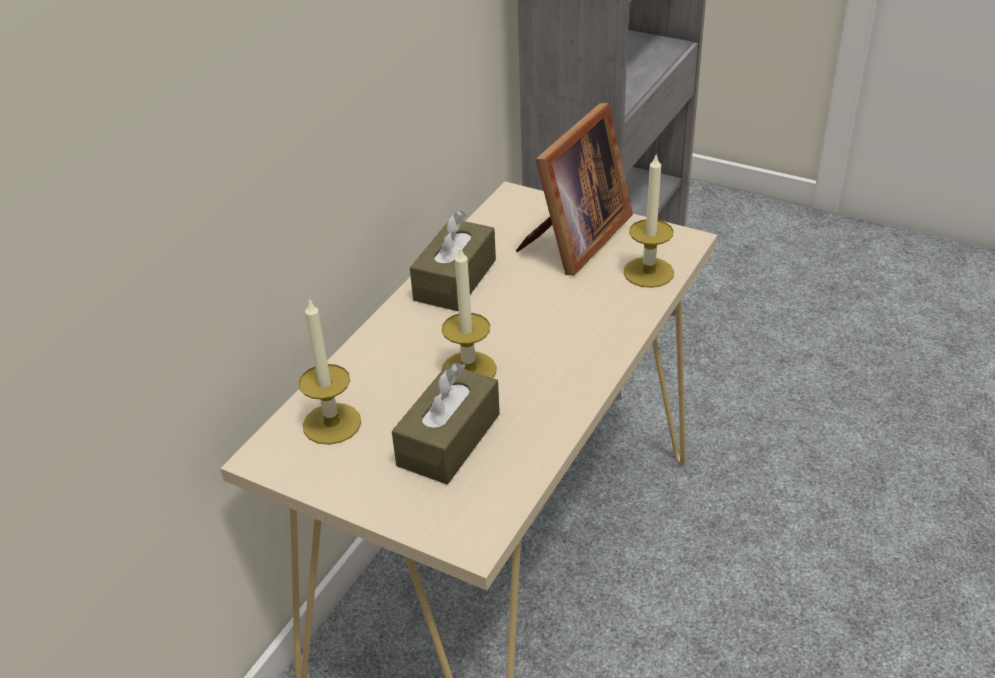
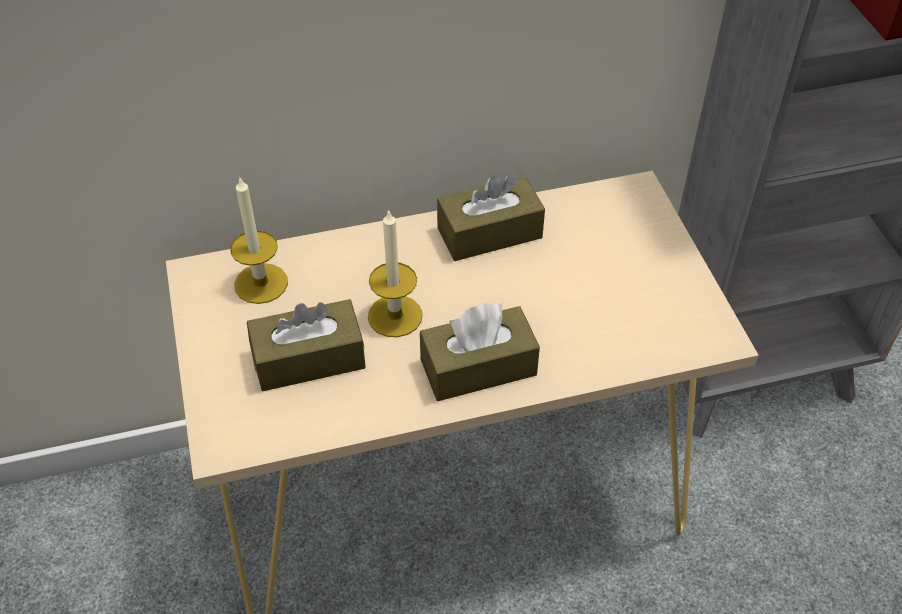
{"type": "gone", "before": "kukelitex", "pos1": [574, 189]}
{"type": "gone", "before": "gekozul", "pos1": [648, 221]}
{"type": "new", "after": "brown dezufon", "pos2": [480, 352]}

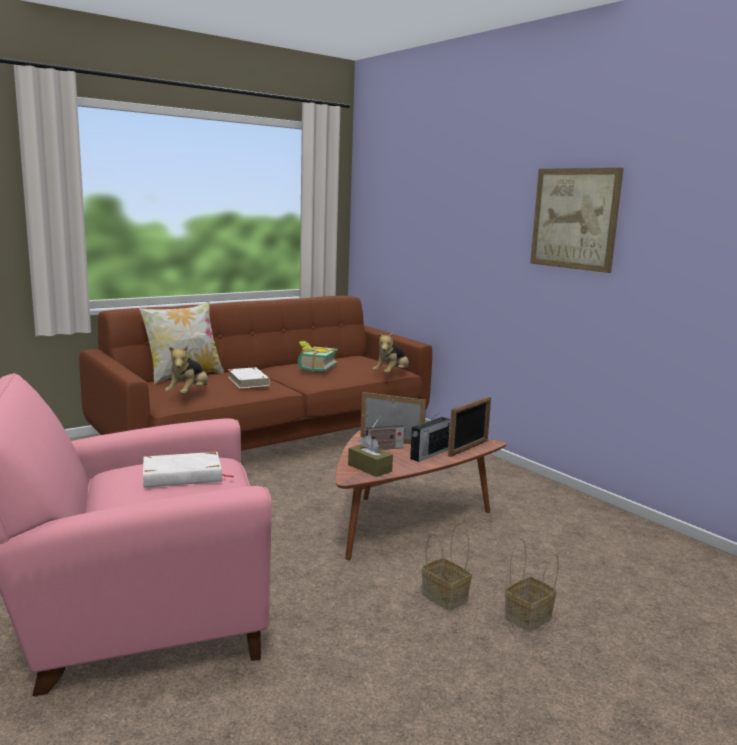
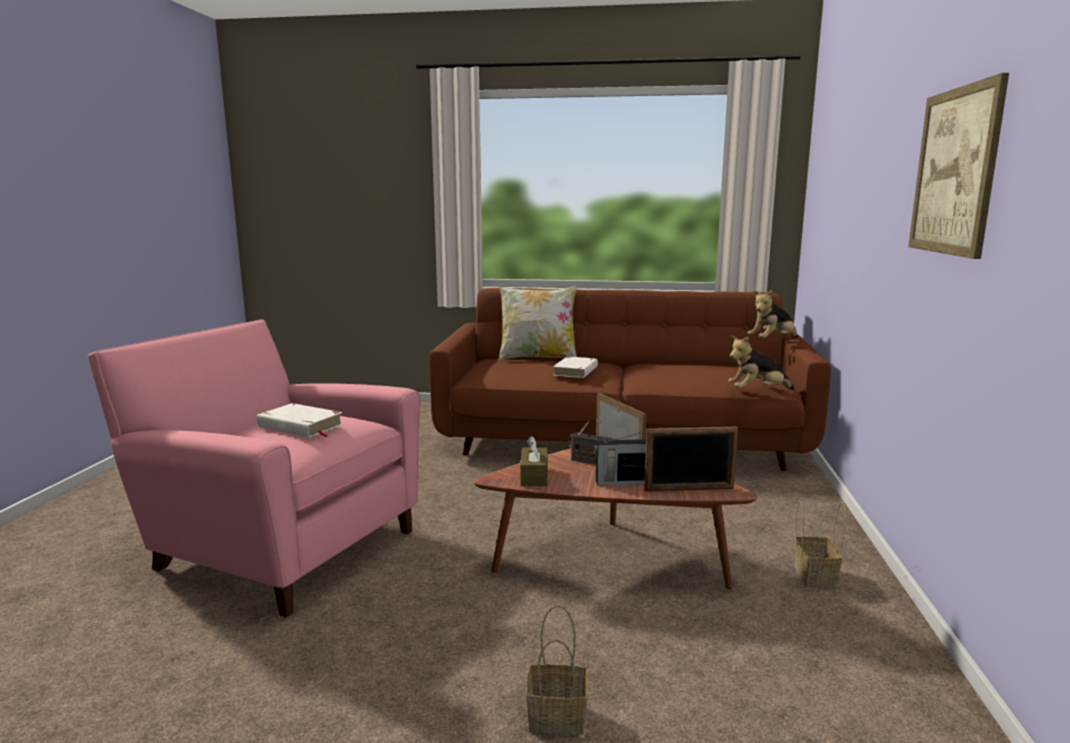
{"type": "gone", "before": "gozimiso", "pos1": [318, 356]}
{"type": "shifted", "before": "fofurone", "pos1": [186, 370], "pos2": [772, 314]}
{"type": "shifted", "before": "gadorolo", "pos1": [447, 566], "pos2": [820, 544]}

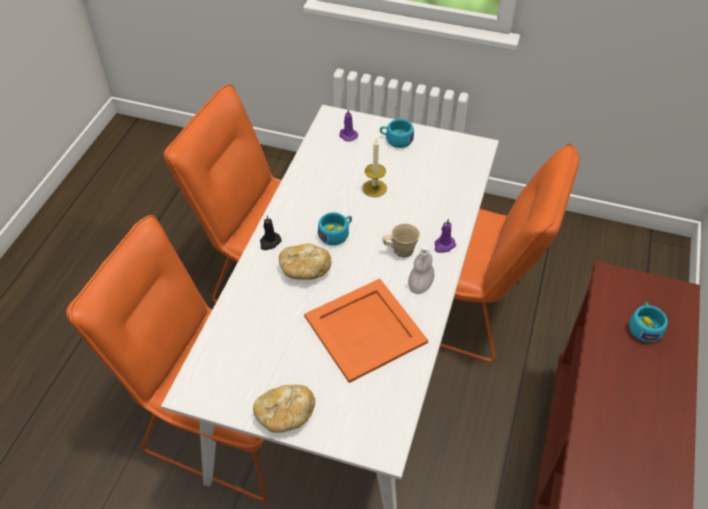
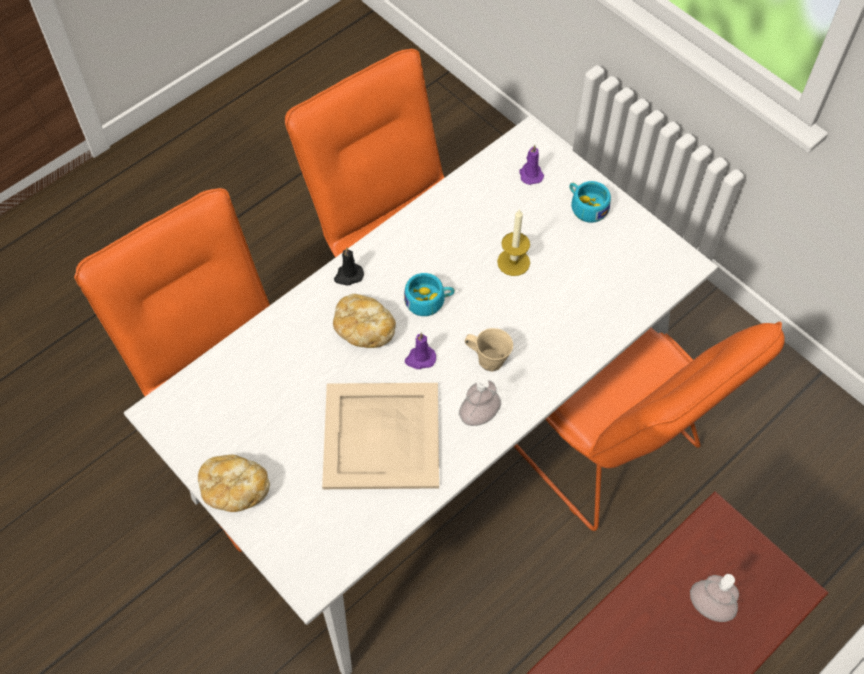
{"type": "shifted", "before": "purple gekozul", "pos1": [445, 236], "pos2": [420, 350]}
{"type": "repainted", "before": "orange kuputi", "after": "beige kuputi", "pos1": [366, 331], "pos2": [380, 436]}
{"type": "swapped", "before": "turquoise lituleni", "after": "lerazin", "pos1": [648, 322], "pos2": [714, 598]}

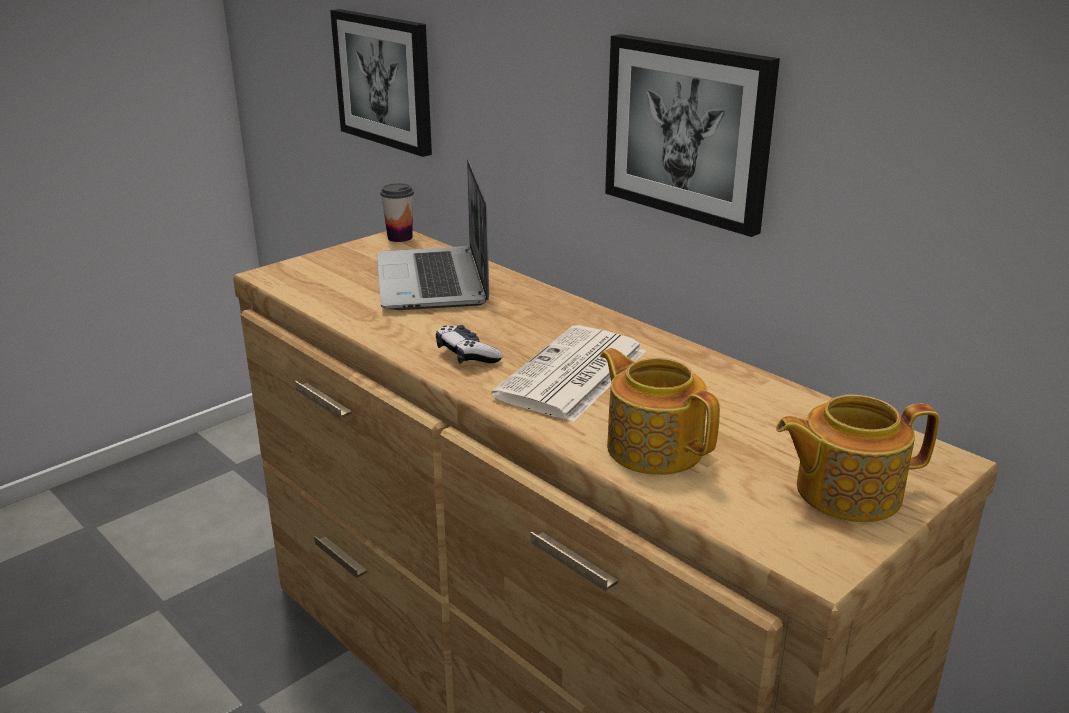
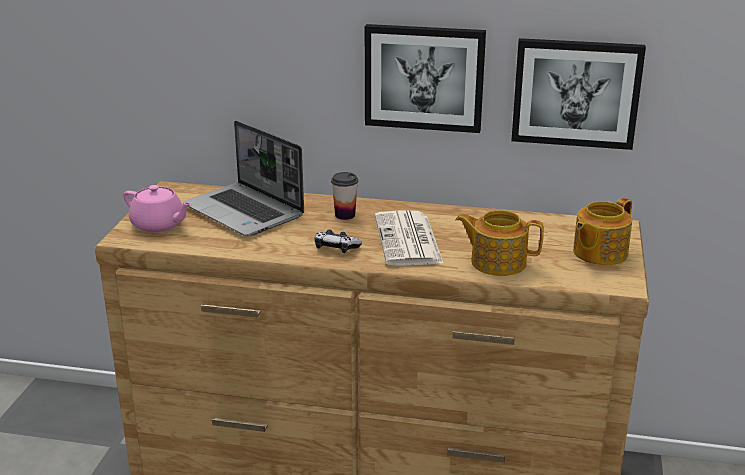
{"type": "shifted", "before": "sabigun", "pos1": [381, 83], "pos2": [578, 94]}
{"type": "shifted", "before": "lituleni", "pos1": [397, 212], "pos2": [344, 196]}
{"type": "new", "after": "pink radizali", "pos2": [157, 209]}

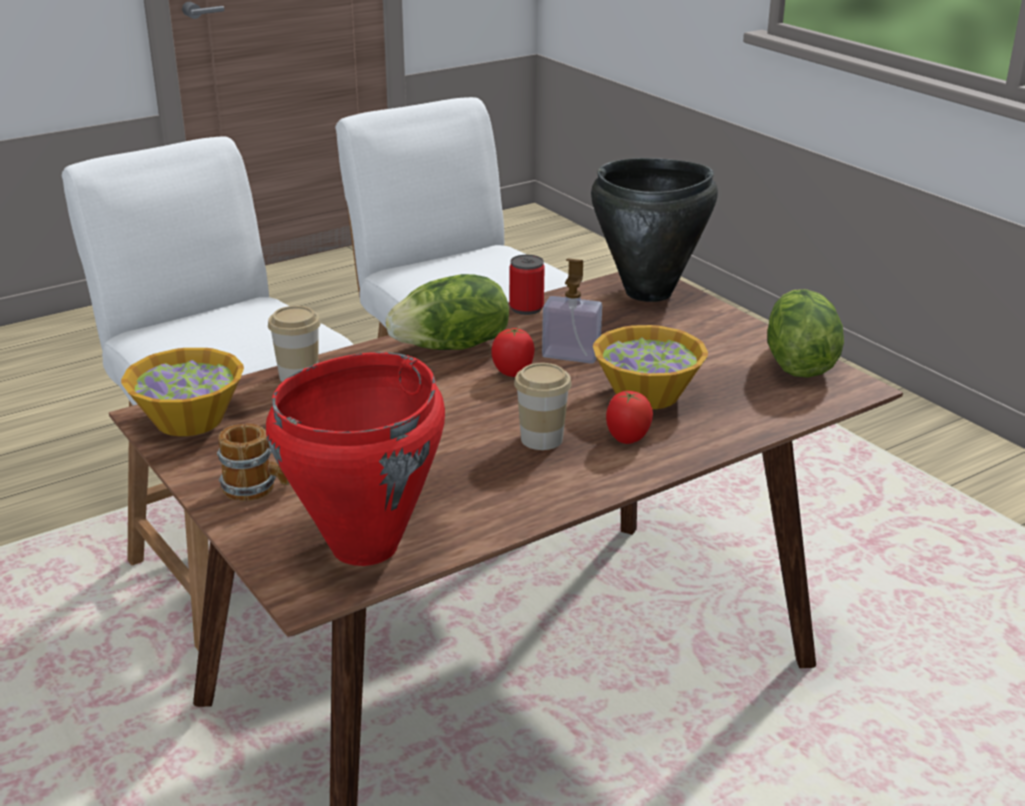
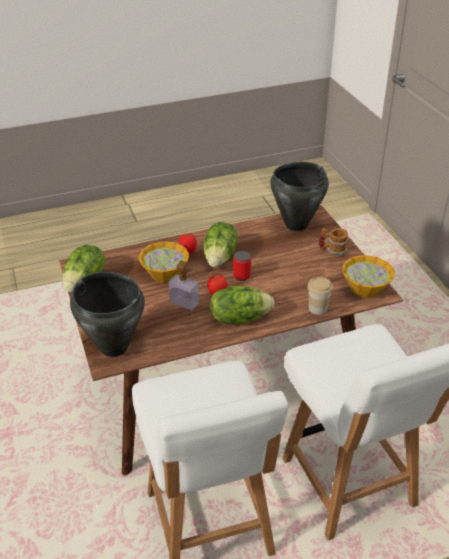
{"type": "shifted", "before": "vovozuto", "pos1": [527, 285], "pos2": [242, 266]}
{"type": "repainted", "before": "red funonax", "after": "black funonax", "pos1": [355, 459], "pos2": [300, 196]}
{"type": "swapped", "before": "lituleni", "after": "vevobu", "pos1": [543, 406], "pos2": [220, 244]}

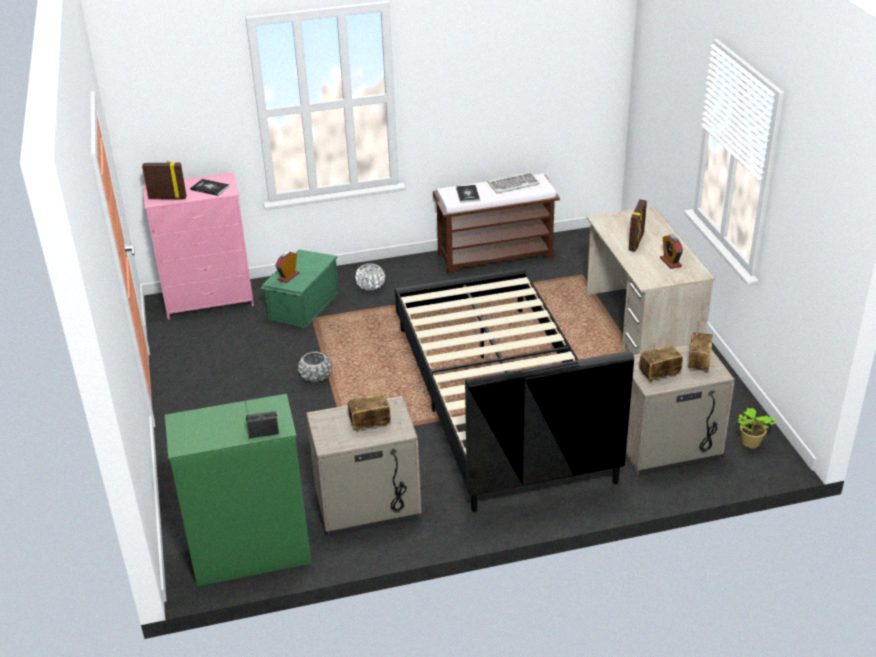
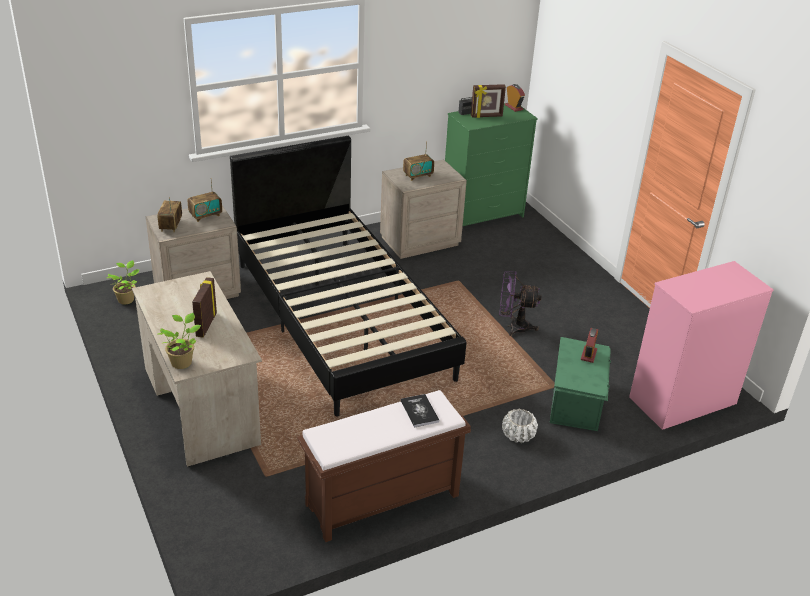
{"type": "shifted", "before": "kukelitex", "pos1": [164, 180], "pos2": [488, 101]}
{"type": "gone", "before": "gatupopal", "pos1": [514, 183]}
{"type": "gone", "before": "gozimiso", "pos1": [210, 187]}
{"type": "shifted", "before": "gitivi", "pos1": [671, 251], "pos2": [515, 98]}
{"type": "swapped", "before": "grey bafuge", "after": "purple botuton", "pos1": [315, 367], "pos2": [520, 303]}
{"type": "new", "after": "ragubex", "pos2": [179, 341]}

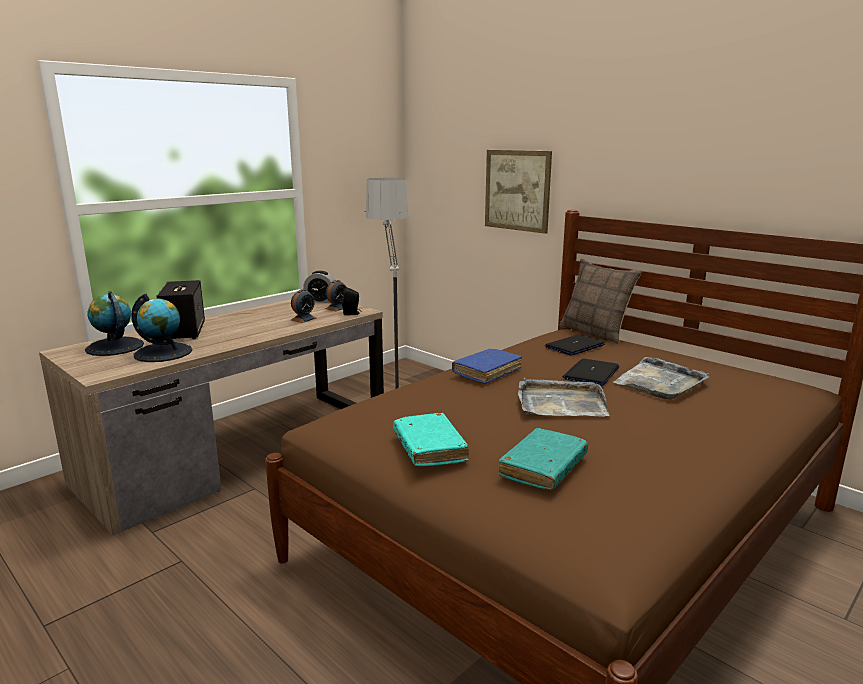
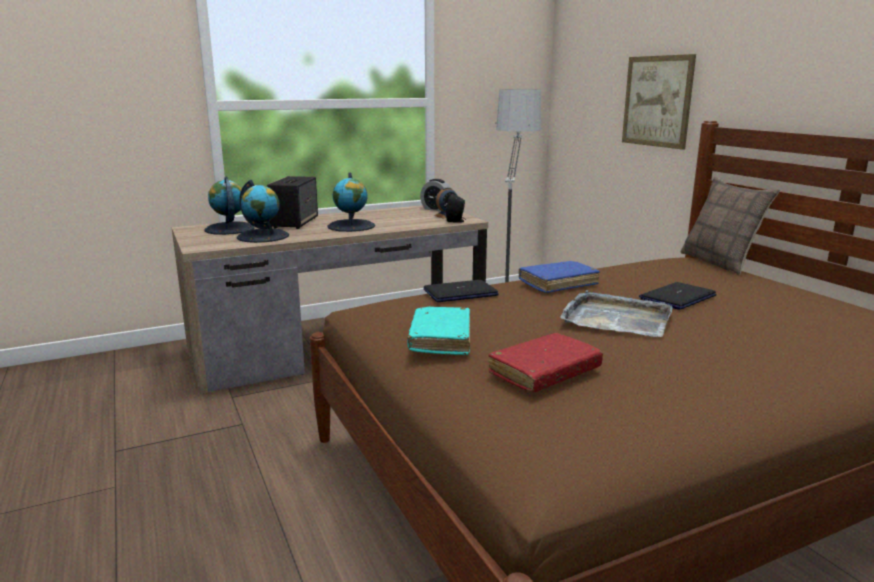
{"type": "gone", "before": "gitivi", "pos1": [304, 306]}
{"type": "shifted", "before": "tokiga", "pos1": [575, 345], "pos2": [461, 291]}
{"type": "gone", "before": "grey kuputi", "pos1": [661, 378]}
{"type": "repainted", "before": "turquoise gozimiso", "after": "red gozimiso", "pos1": [543, 459], "pos2": [545, 362]}
{"type": "new", "after": "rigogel", "pos2": [351, 202]}

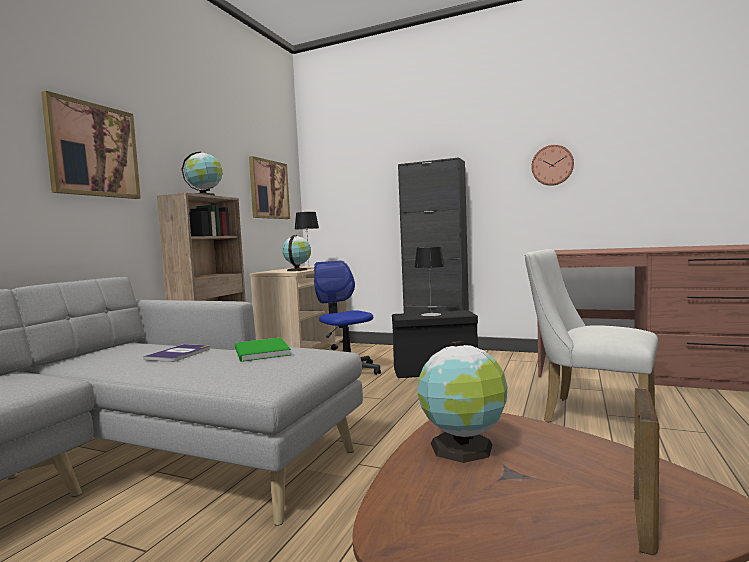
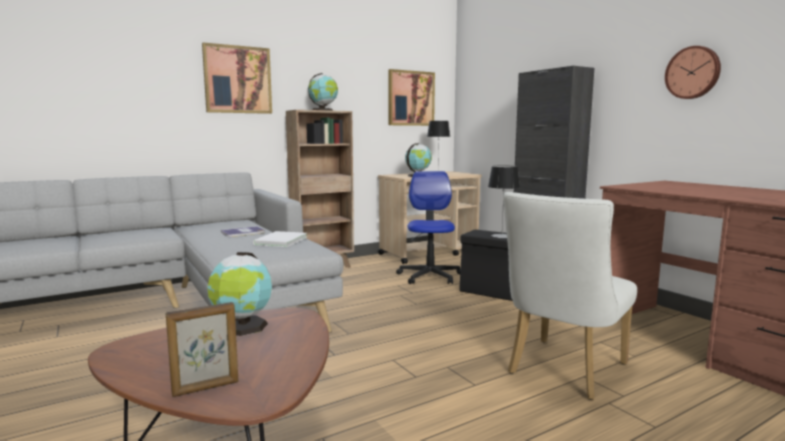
{"type": "rotated", "before": "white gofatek", "pos1": [591, 335], "pos2": [570, 296], "turn": -120}
{"type": "repainted", "before": "green gozimiso", "after": "white gozimiso", "pos1": [263, 349], "pos2": [280, 239]}

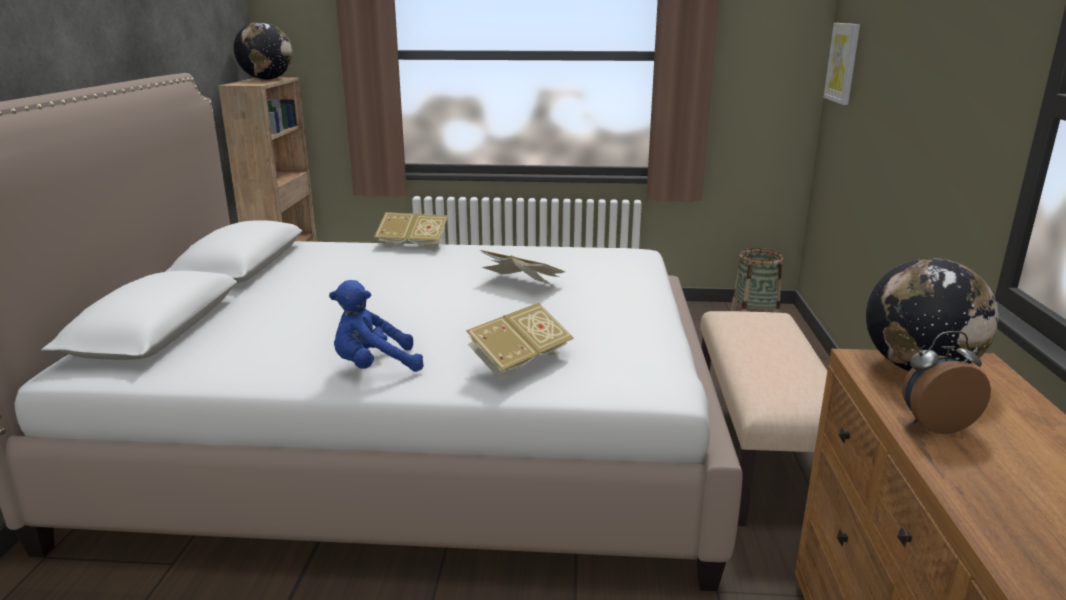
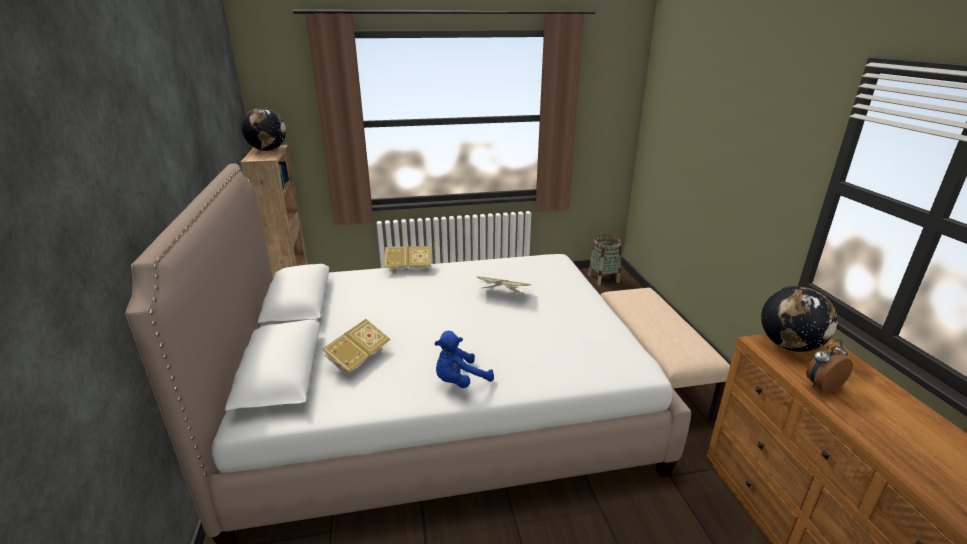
{"type": "gone", "before": "sabigun", "pos1": [842, 64]}
{"type": "shifted", "before": "gozimiso", "pos1": [520, 341], "pos2": [356, 348]}

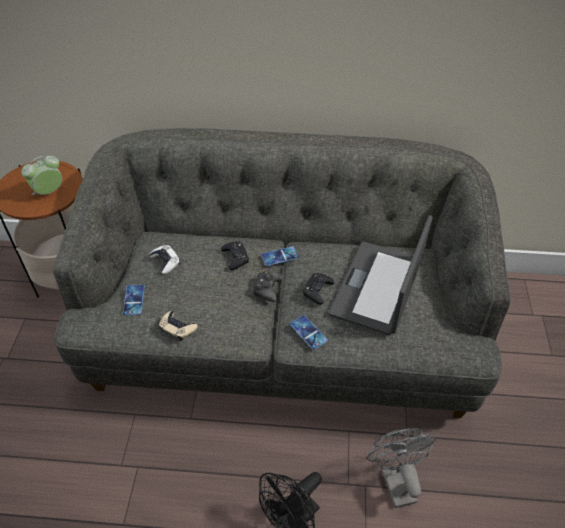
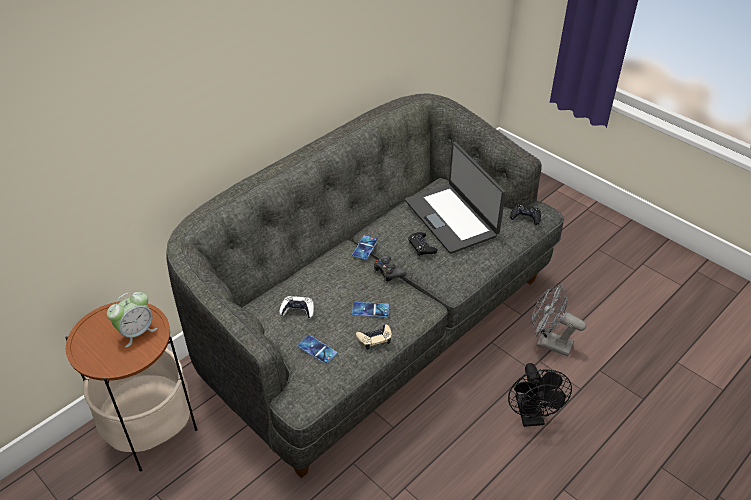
{"type": "rotated", "before": "gitivi", "pos1": [41, 175], "pos2": [132, 319], "turn": -135}
{"type": "shifted", "before": "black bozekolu", "pos1": [235, 255], "pos2": [525, 214]}
{"type": "shifted", "before": "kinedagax", "pos1": [309, 332], "pos2": [370, 309]}

